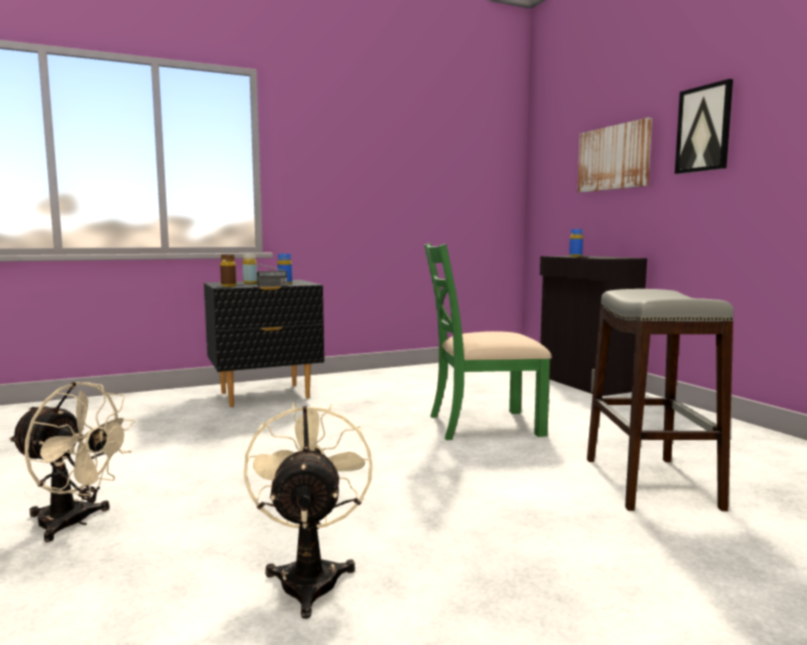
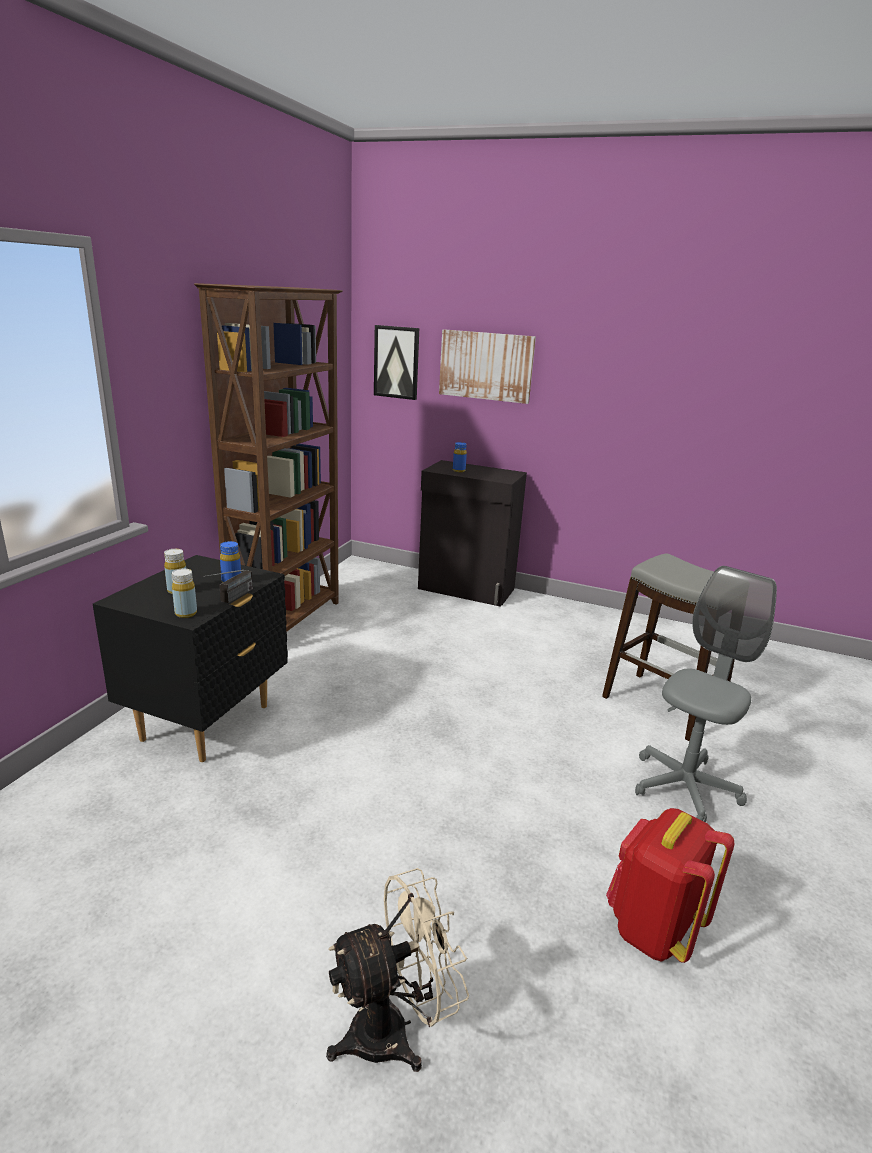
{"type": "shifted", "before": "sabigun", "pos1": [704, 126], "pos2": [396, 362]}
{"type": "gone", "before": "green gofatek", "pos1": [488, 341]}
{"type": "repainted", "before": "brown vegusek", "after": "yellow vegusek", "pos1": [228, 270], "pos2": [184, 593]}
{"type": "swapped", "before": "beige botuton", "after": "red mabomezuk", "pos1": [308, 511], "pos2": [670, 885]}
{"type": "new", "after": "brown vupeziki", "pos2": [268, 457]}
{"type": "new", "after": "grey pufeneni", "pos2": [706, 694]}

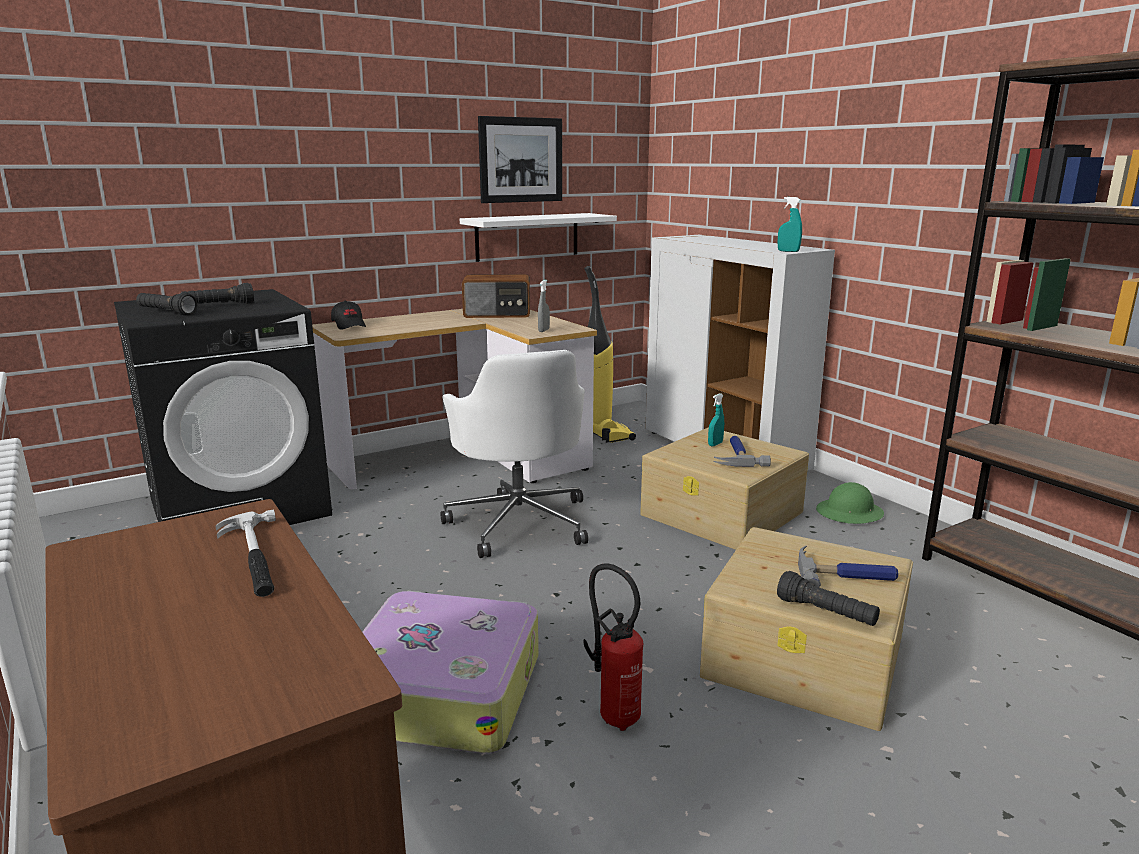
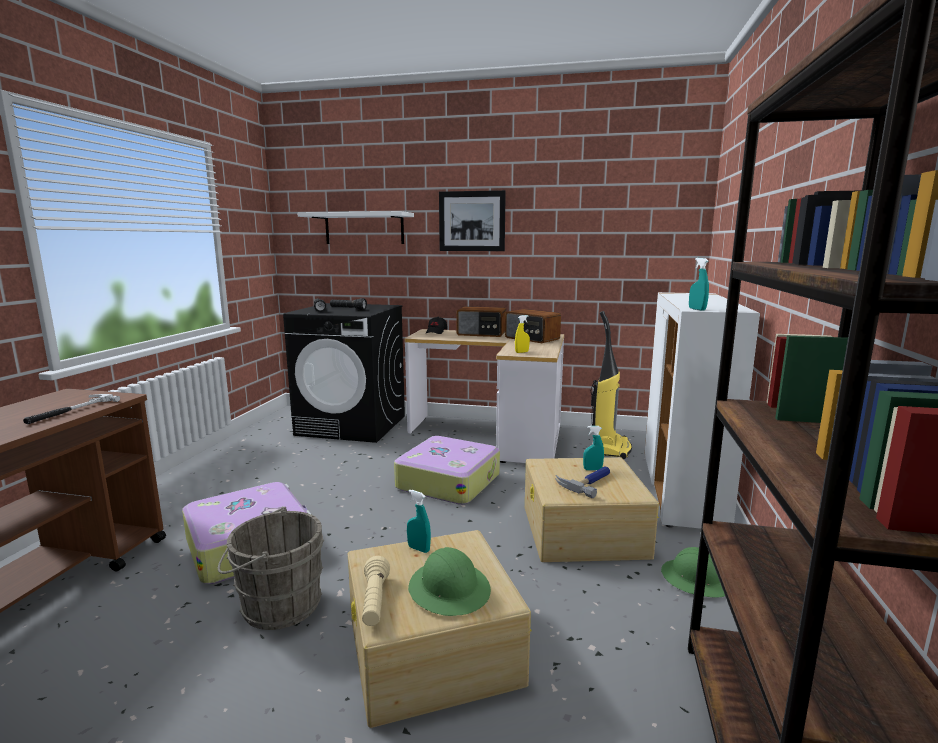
{"type": "shifted", "before": "sabigun", "pos1": [520, 159], "pos2": [472, 220]}
{"type": "shifted", "before": "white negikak", "pos1": [538, 237], "pos2": [356, 227]}
{"type": "repainted", "before": "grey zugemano", "after": "yellow zugemano", "pos1": [544, 306], "pos2": [522, 334]}
{"type": "swapped", "before": "white pufeneni", "after": "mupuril", "pos1": [514, 454], "pos2": [447, 470]}
{"type": "swapped", "before": "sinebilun", "after": "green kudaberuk", "pos1": [848, 566], "pos2": [449, 581]}
{"type": "swapped", "before": "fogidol", "after": "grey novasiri", "pos1": [613, 647], "pos2": [271, 568]}
{"type": "repainted", "before": "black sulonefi", "after": "beige sulonefi", "pos1": [828, 598], "pos2": [376, 591]}
{"type": "new", "after": "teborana", "pos2": [481, 321]}
{"type": "new", "after": "turquoise zugemano", "pos2": [419, 521]}

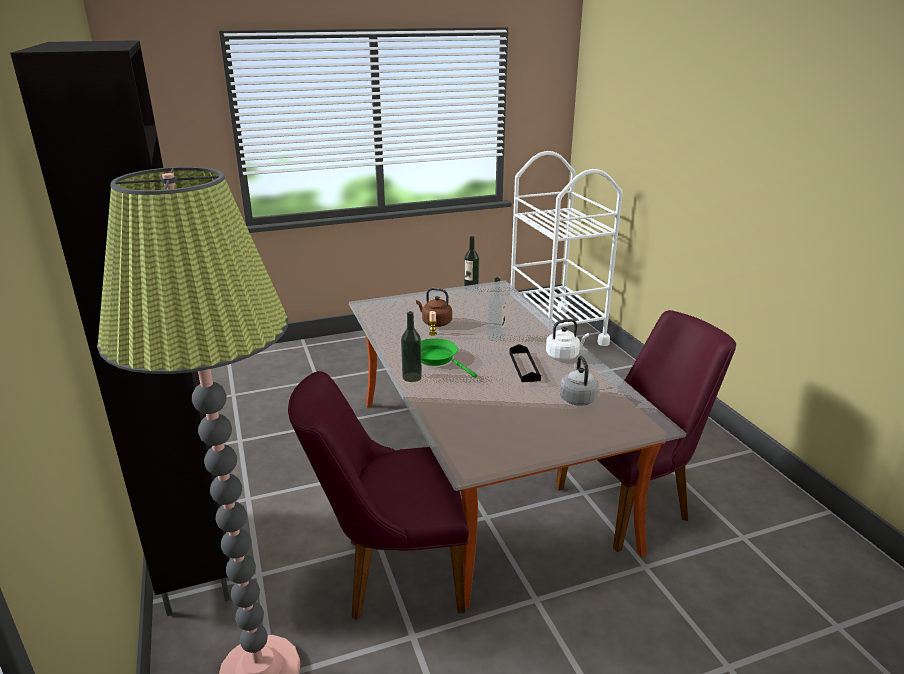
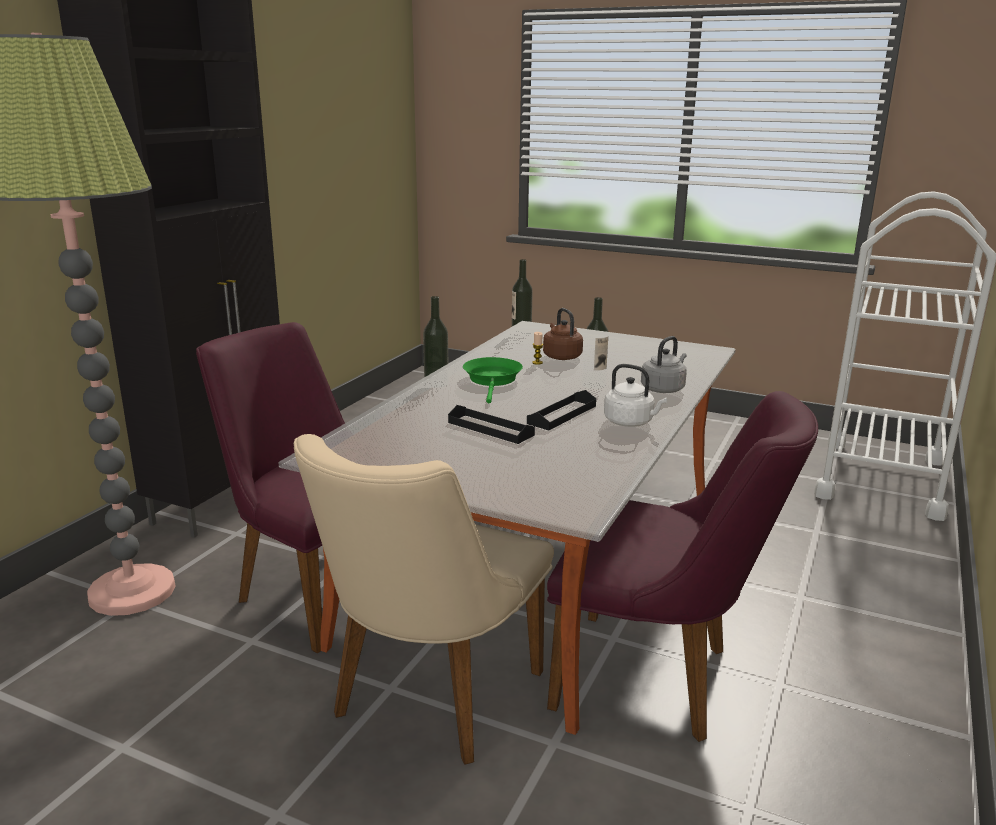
{"type": "shifted", "before": "vegusek", "pos1": [471, 264], "pos2": [522, 297]}
{"type": "shifted", "before": "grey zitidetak", "pos1": [579, 381], "pos2": [664, 364]}
{"type": "new", "after": "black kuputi", "pos2": [491, 424]}
{"type": "new", "after": "beige gofatek", "pos2": [424, 599]}

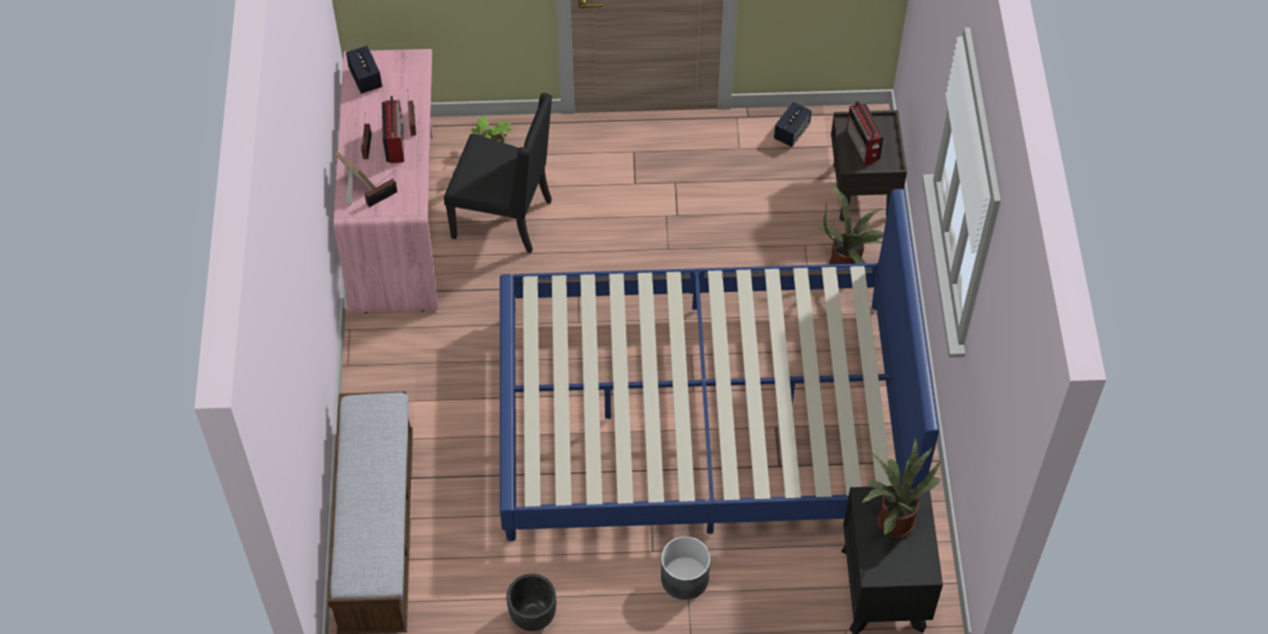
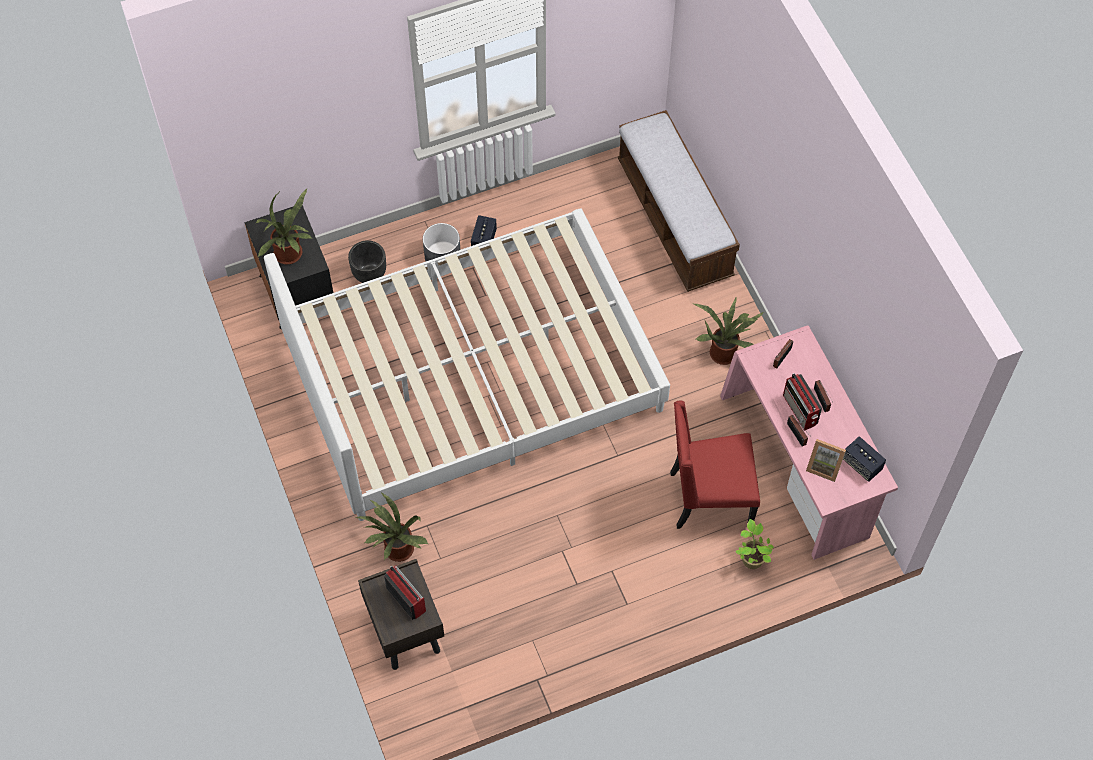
{"type": "repainted", "before": "black gofatek", "after": "red gofatek", "pos1": [498, 173], "pos2": [715, 465]}
{"type": "shifted", "before": "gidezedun", "pos1": [792, 124], "pos2": [484, 230]}
{"type": "shifted", "before": "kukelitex", "pos1": [355, 178], "pos2": [826, 460]}
{"type": "repainted", "before": "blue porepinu", "after": "white porepinu", "pos1": [719, 365], "pos2": [467, 364]}
{"type": "shifted", "before": "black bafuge", "pos1": [531, 602], "pos2": [367, 261]}
{"type": "new", "after": "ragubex", "pos2": [729, 330]}

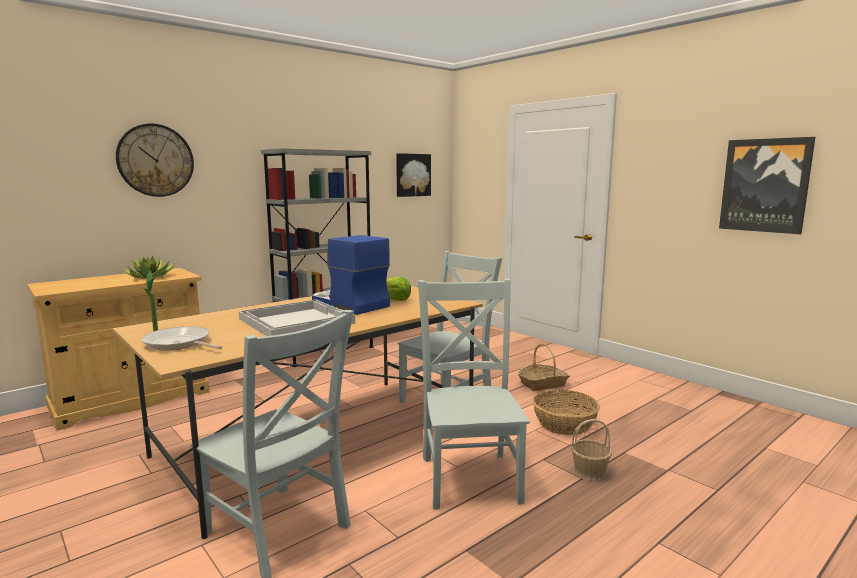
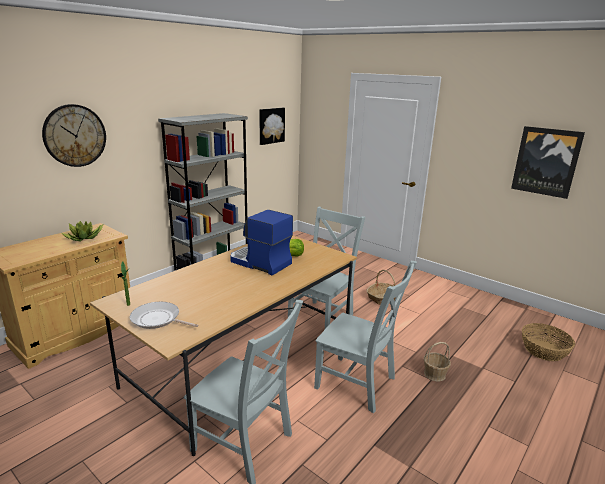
{"type": "rotated", "before": "grey gofatek", "pos1": [474, 394], "pos2": [365, 337], "turn": 135}
{"type": "gone", "before": "white kuputi", "pos1": [297, 317]}
{"type": "shifted", "before": "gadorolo", "pos1": [566, 412], "pos2": [548, 342]}

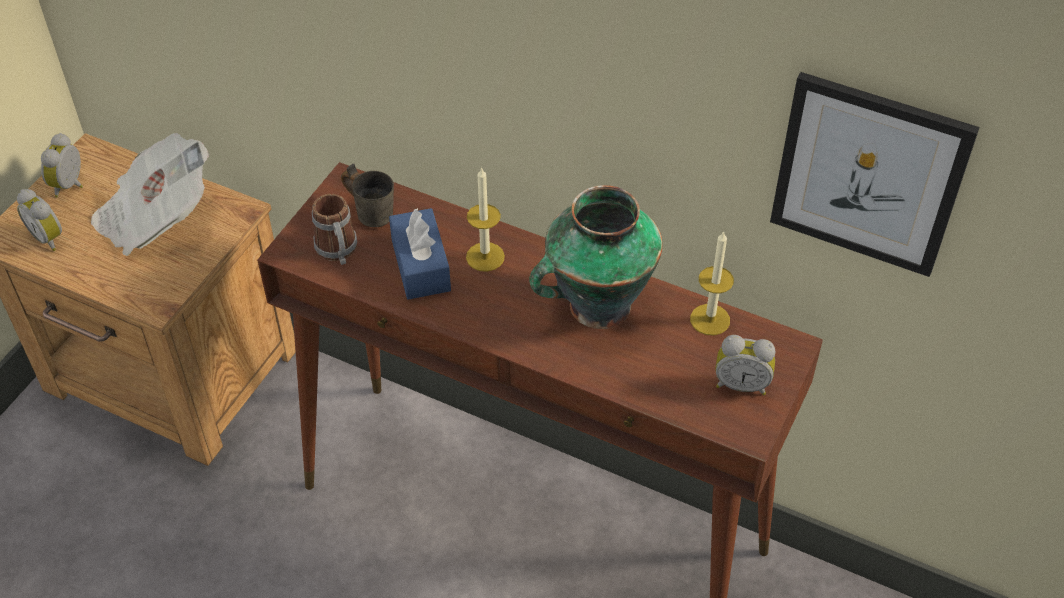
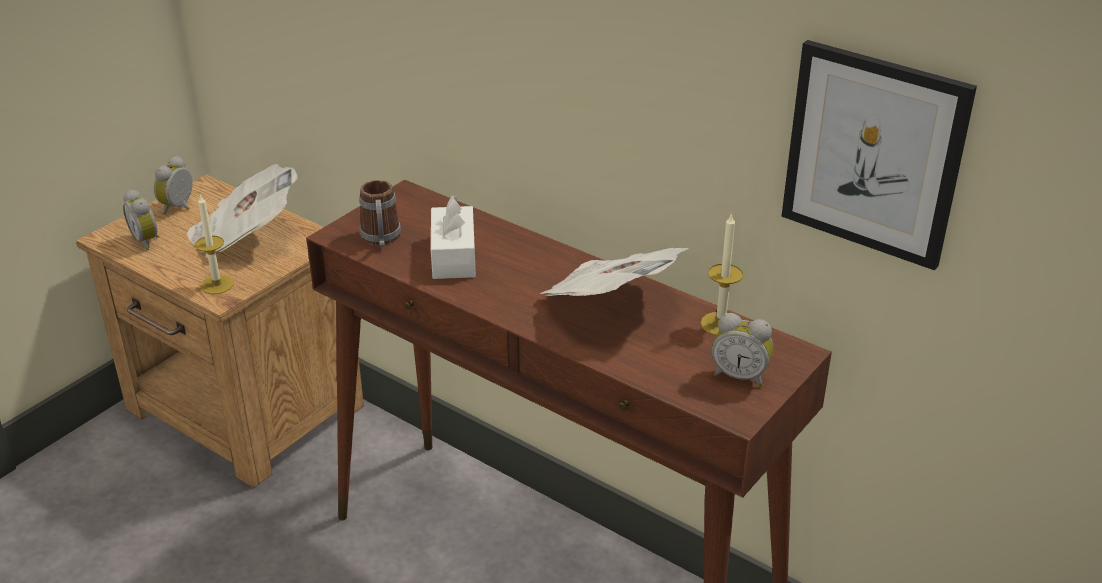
{"type": "gone", "before": "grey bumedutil", "pos1": [367, 195]}
{"type": "shifted", "before": "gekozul", "pos1": [485, 219], "pos2": [214, 244]}
{"type": "swapped", "before": "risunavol", "after": "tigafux", "pos1": [596, 257], "pos2": [614, 272]}
{"type": "repainted", "before": "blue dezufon", "after": "white dezufon", "pos1": [420, 254], "pos2": [453, 237]}

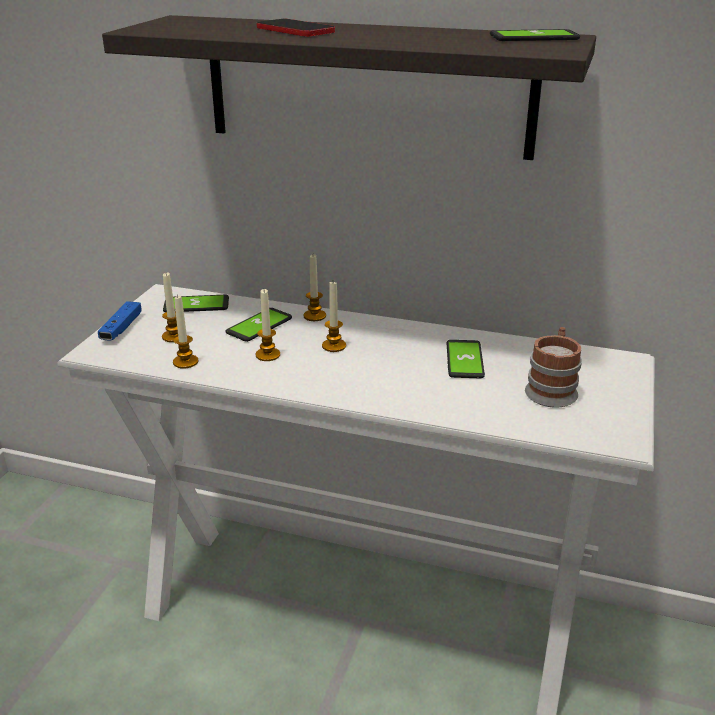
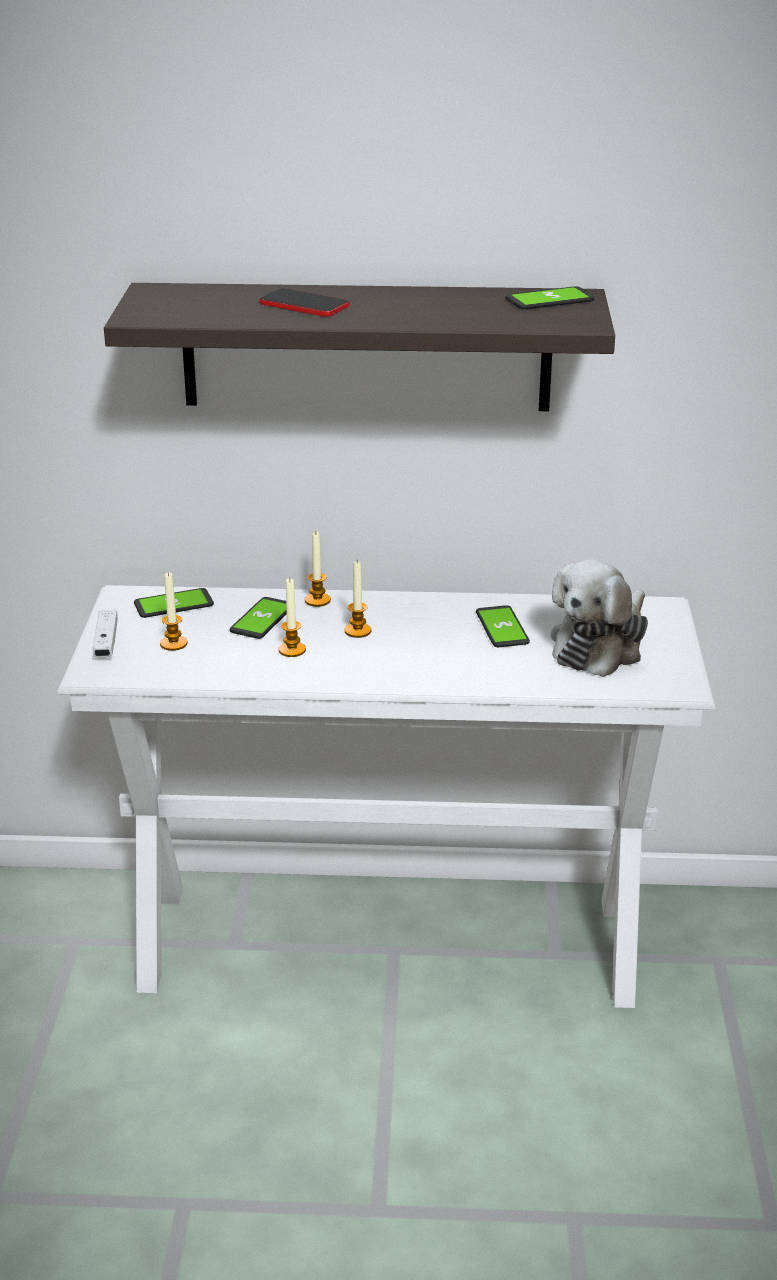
{"type": "gone", "before": "gekozul", "pos1": [185, 332]}
{"type": "repainted", "before": "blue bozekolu", "after": "white bozekolu", "pos1": [120, 321], "pos2": [105, 634]}
{"type": "swapped", "before": "bumedutil", "after": "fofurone", "pos1": [553, 367], "pos2": [599, 618]}

